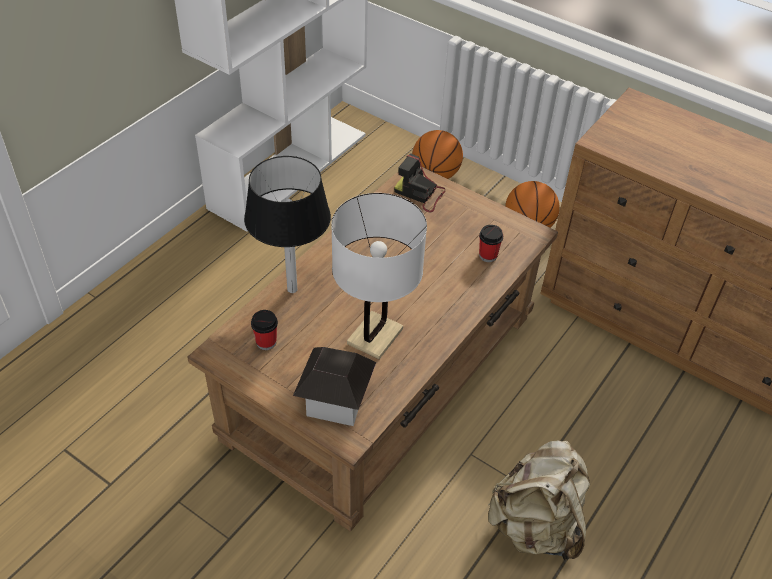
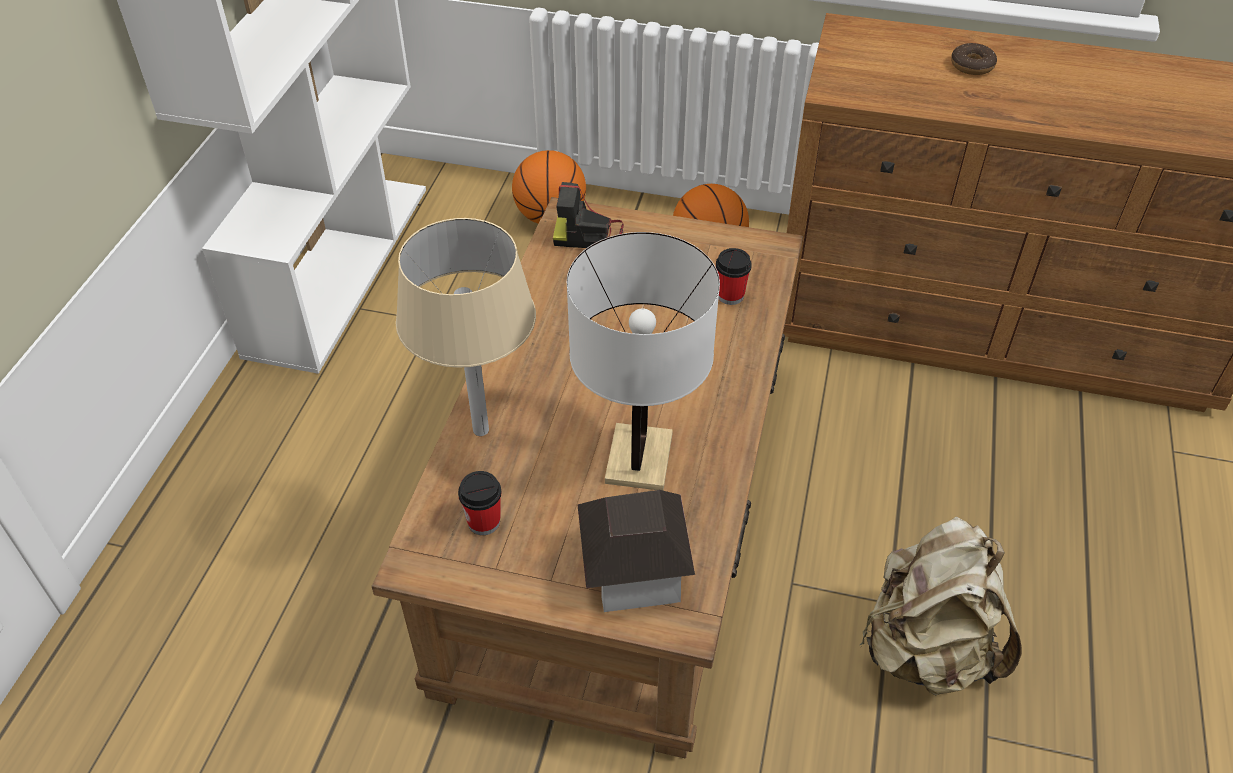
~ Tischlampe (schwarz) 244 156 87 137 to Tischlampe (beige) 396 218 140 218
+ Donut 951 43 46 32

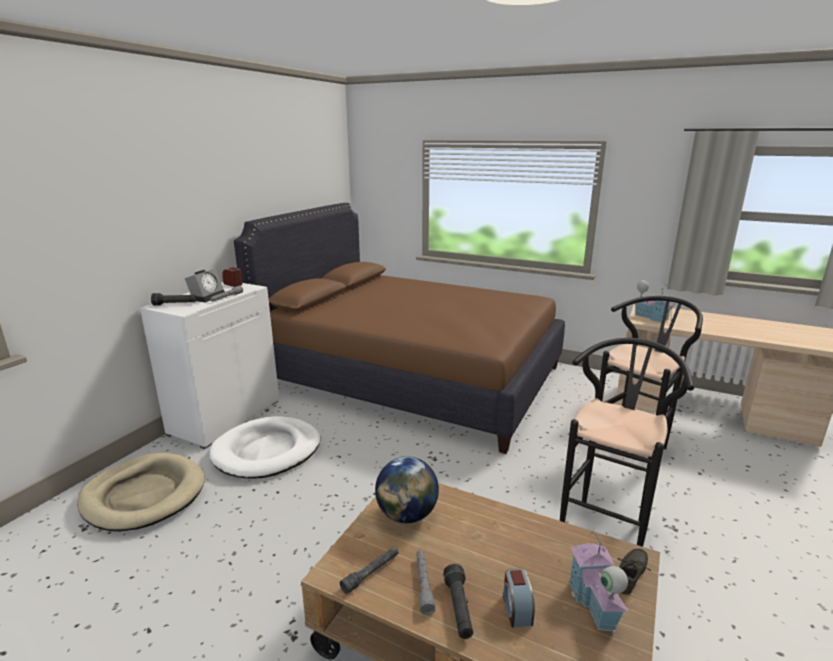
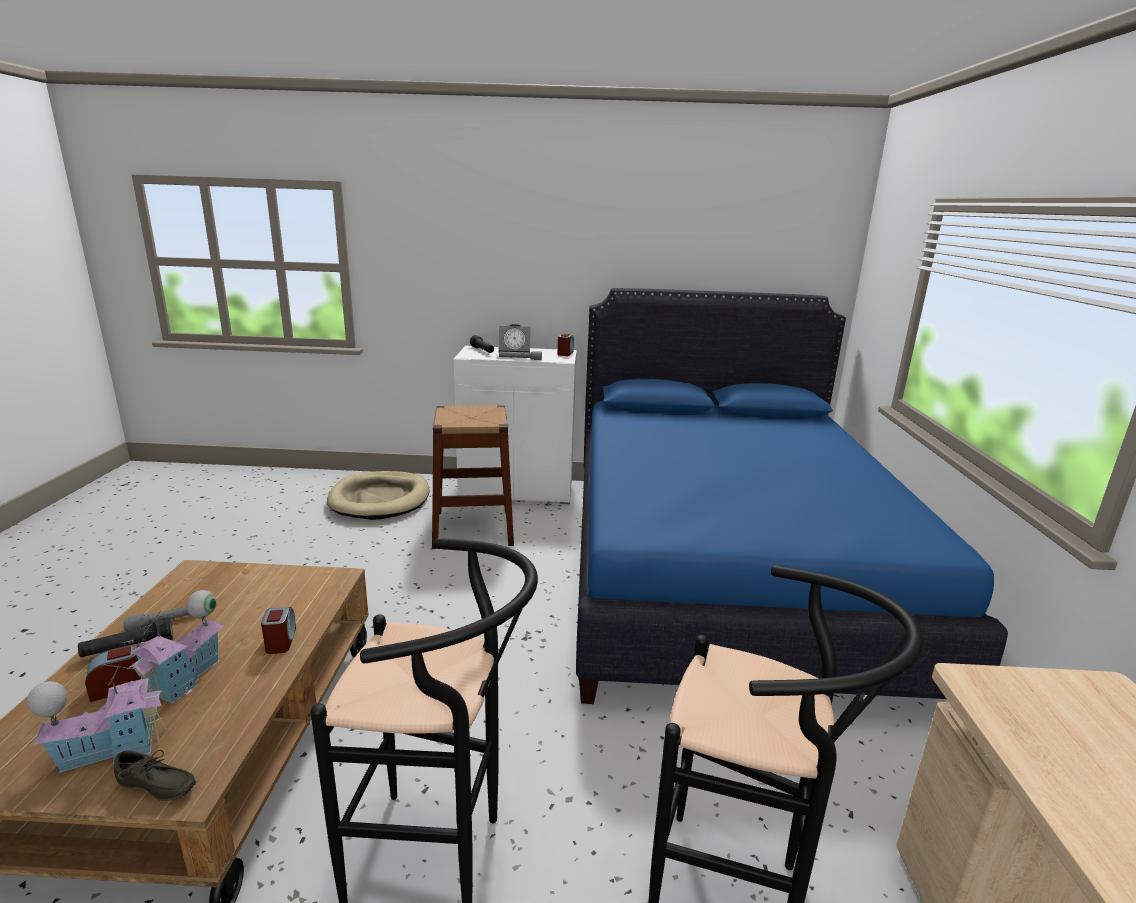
~ Spielzeughaus 634 280 43 43 to 127 590 97 113
+ Wecker 261 607 35 47
~ Hundebett (weiß) 209 416 112 63 to Hocker (braun) 432 405 82 144
~ Bett (braun) 234 203 331 251 to Bett (blau) 576 288 432 416
- Taschenlampe (grau) 340 547 59 47
- Globus 375 456 64 67

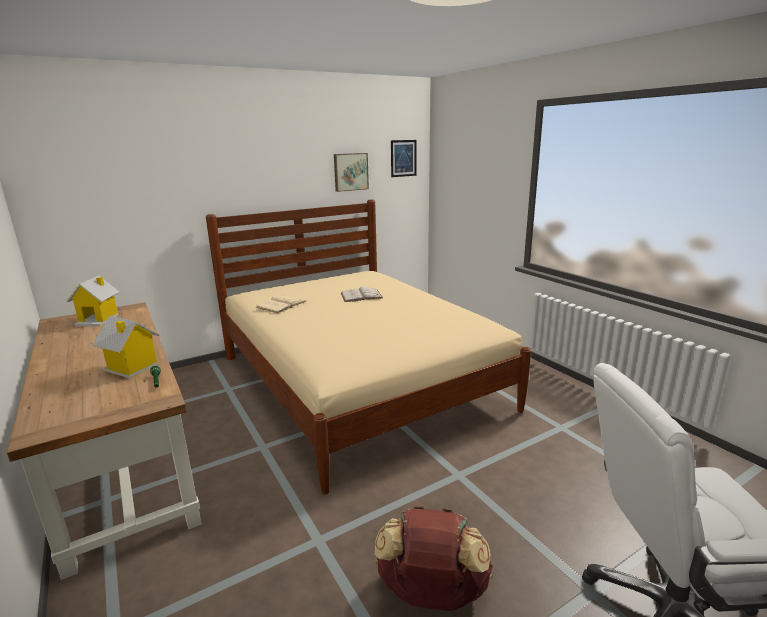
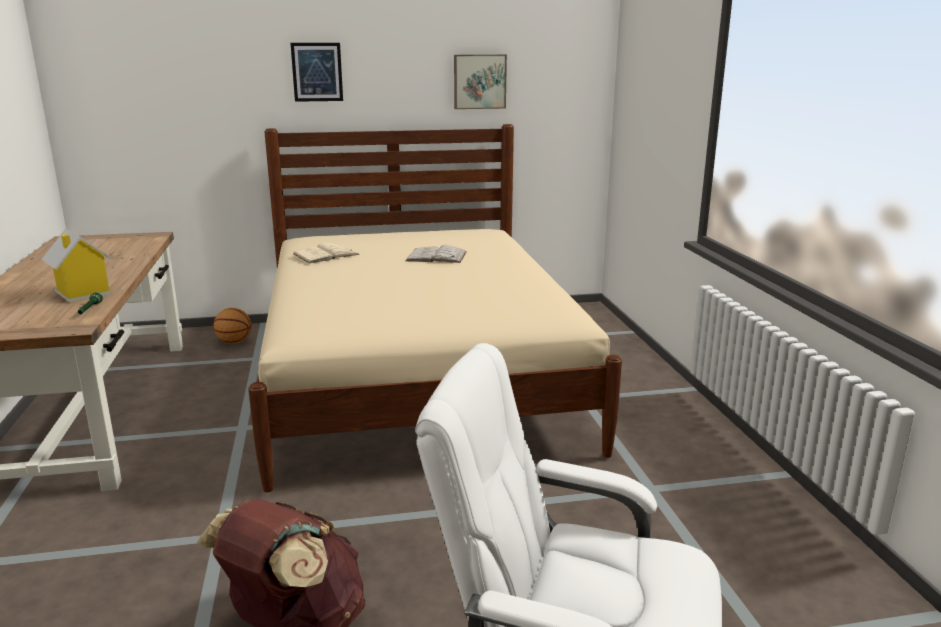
+ Basketball 214 308 37 36
~ Bild 391 140 25 37 to 291 43 52 59
- Spielzeughaus 66 276 53 50

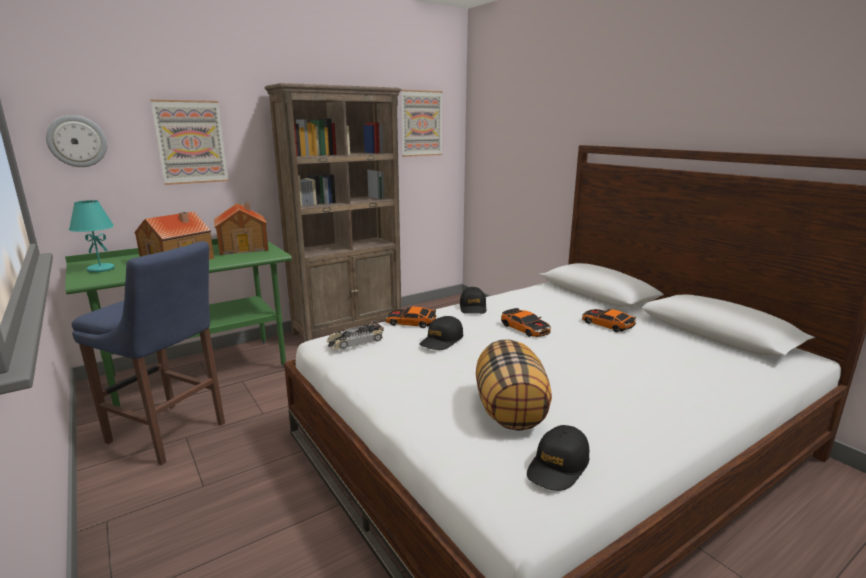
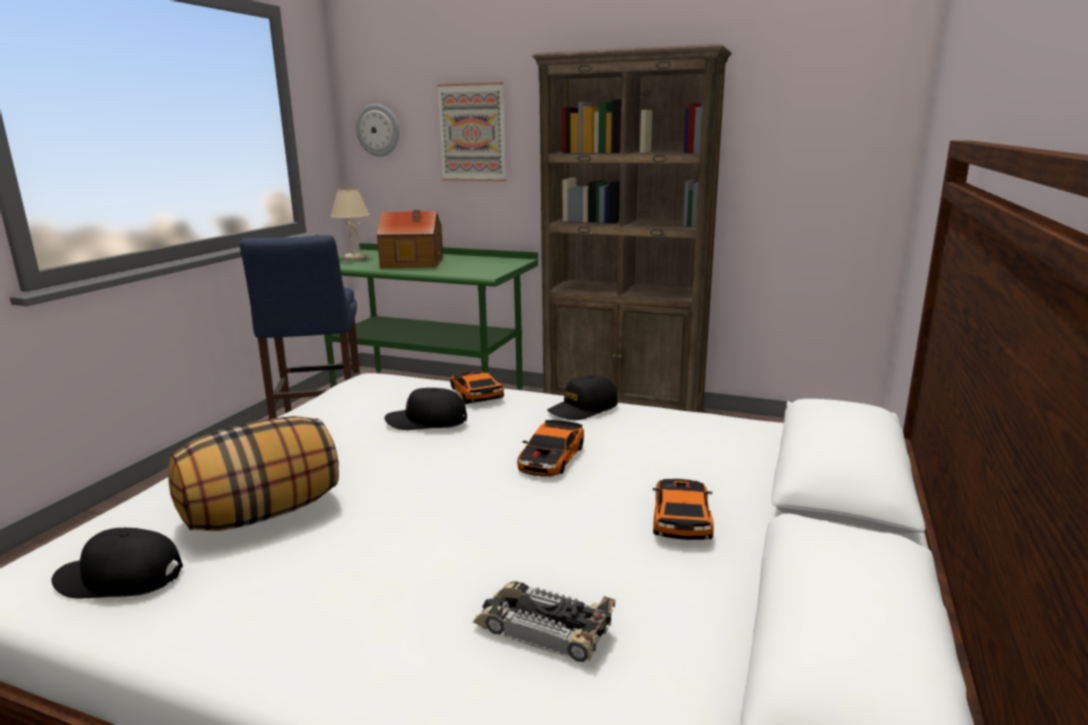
~ Tischlampe (türkis) 69 200 46 73 to Tischlampe (beige) 330 188 40 72
~ Spielzeugauto 326 320 58 29 to 473 581 143 81
- Spielzeughaus 214 202 55 53
- Bild 401 90 42 67

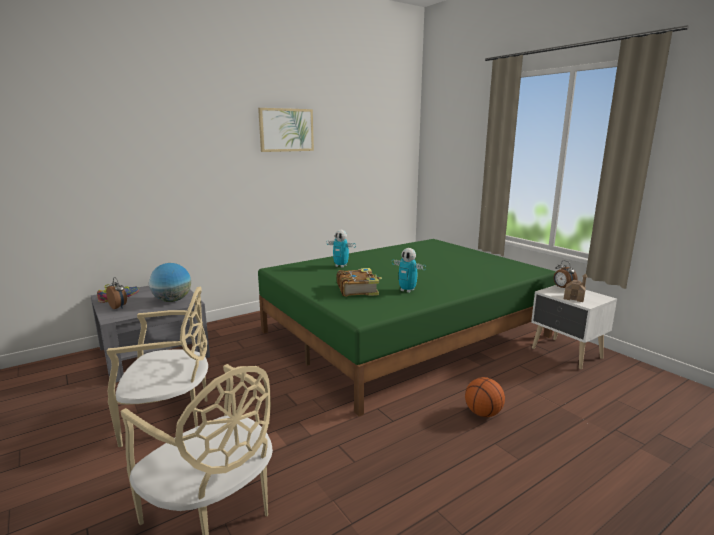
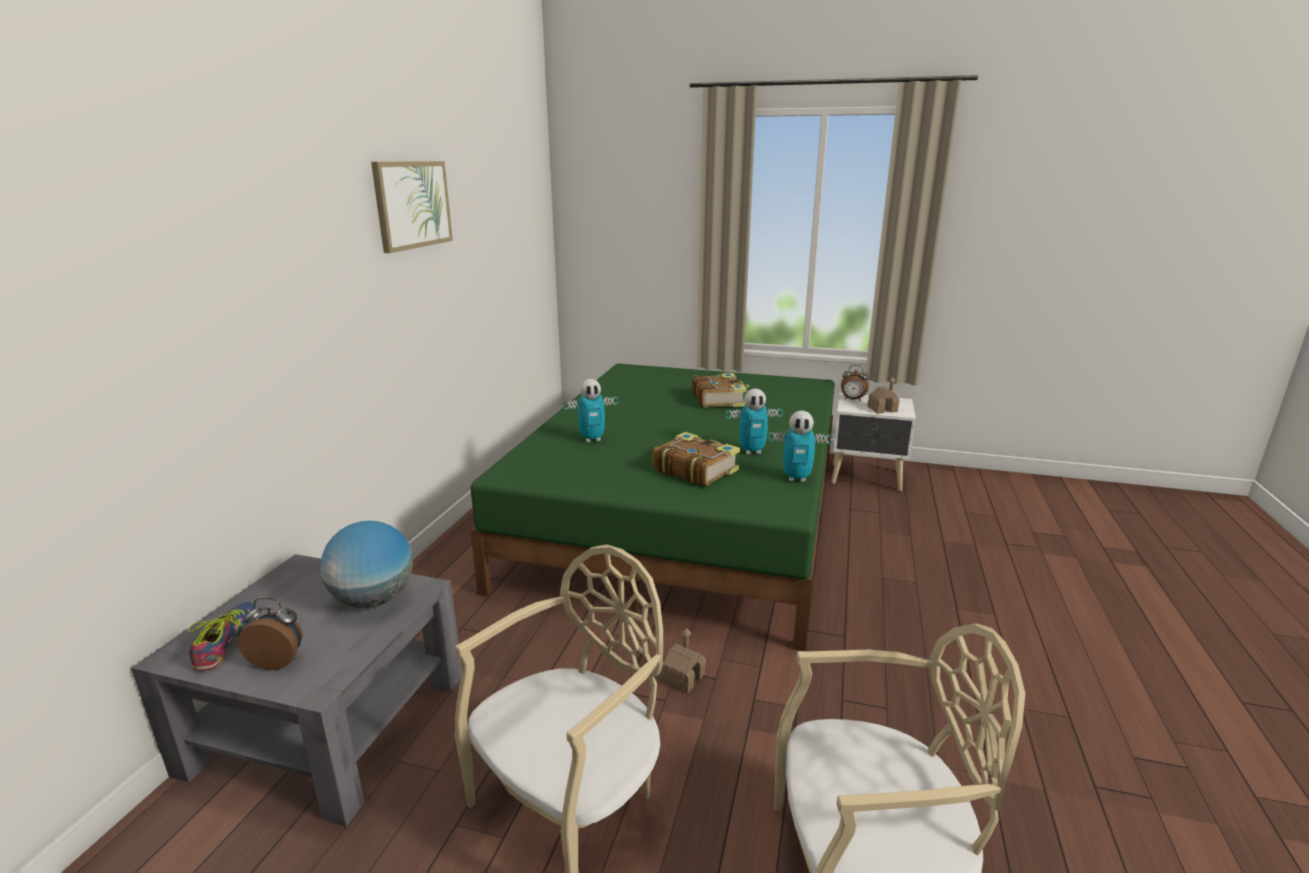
+ Spielzeughaus 659 628 47 65
+ Buch 692 373 57 35
+ Spielzeugroboter 768 411 65 71
- Basketball 465 377 40 40

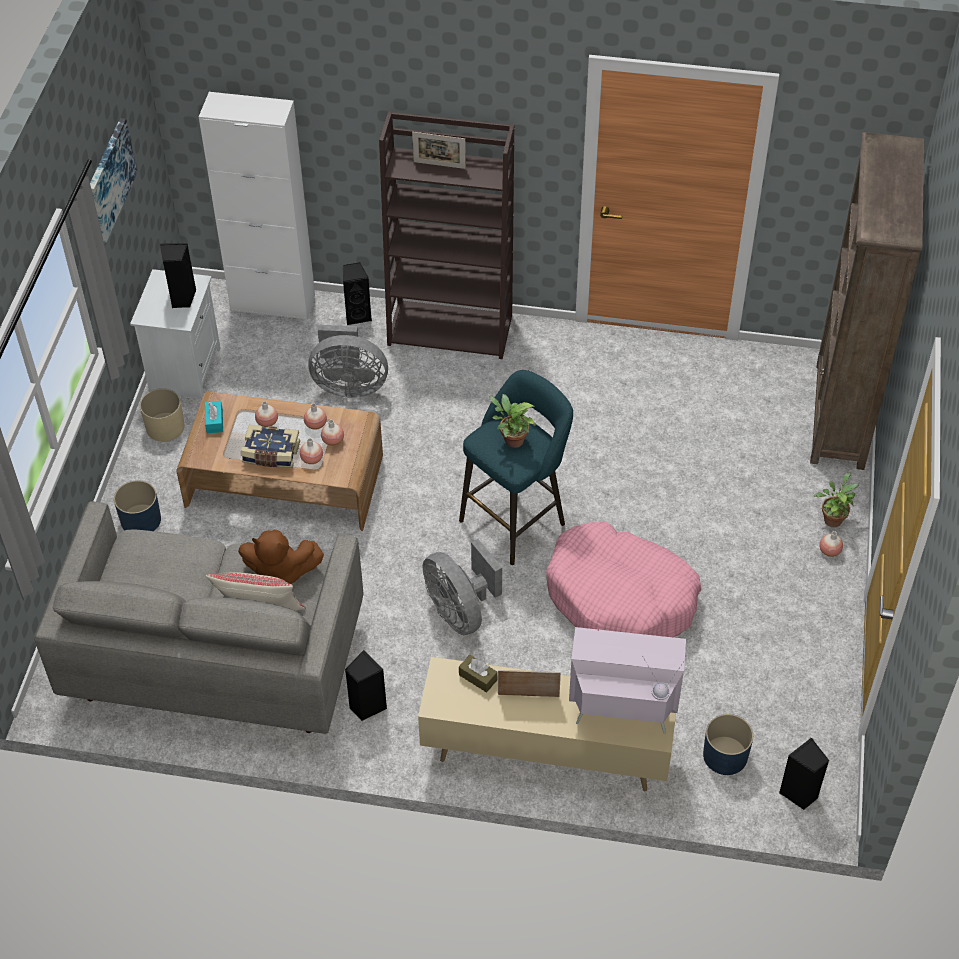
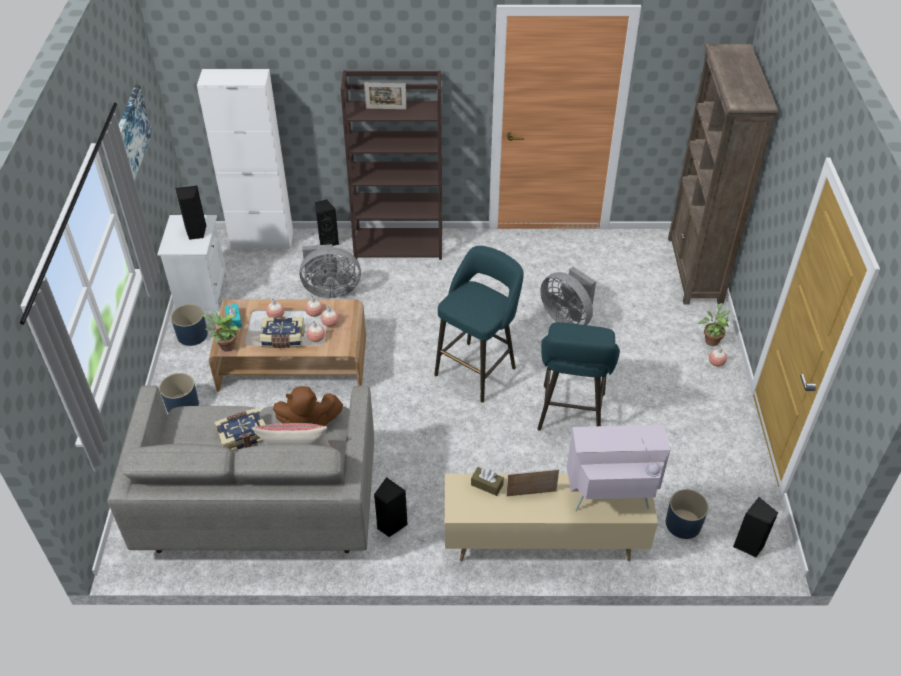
~ Pflanzkübel (beige) 140 388 45 54 to Pflanzkübel (blau) 171 304 37 42
~ Topfpflanze 490 394 46 54 to 202 311 38 41
+ Buch 214 408 52 44
~ Hundebett (rosa) 546 522 155 115 to Hocker (türkis) 538 322 82 109
~ Ventilator (grau) 423 539 79 96 to 540 267 56 58

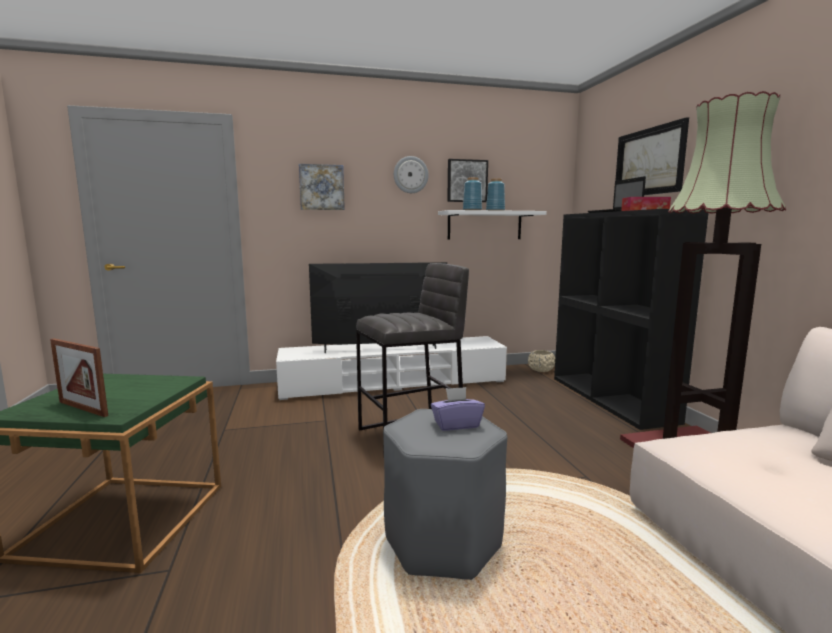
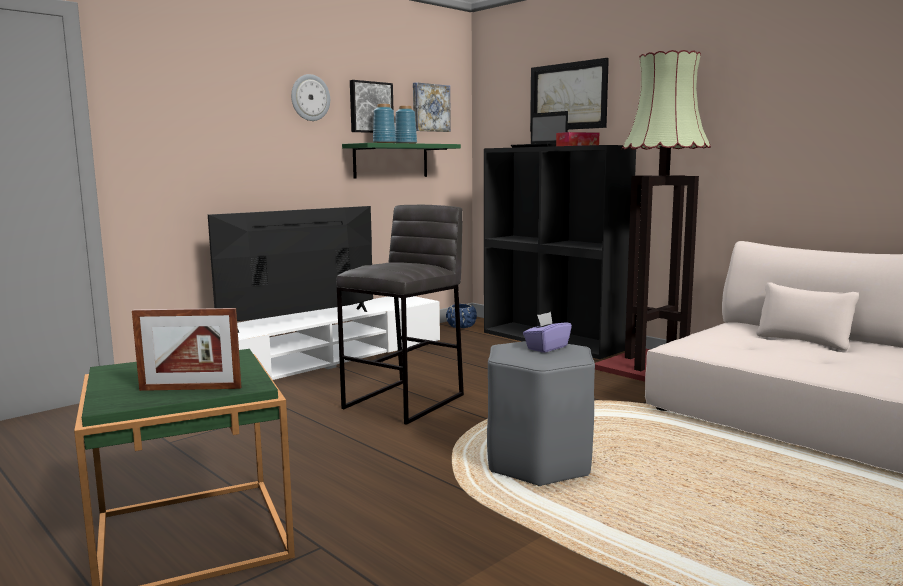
~ Wandregal (weiß) 438 210 109 30 to Wandregal (grün) 342 143 119 36
~ Bild 299 164 46 46 to 413 82 38 50
~ Pflanzkübel (beige) 528 350 27 22 to Pflanzkübel (blau) 446 304 31 24

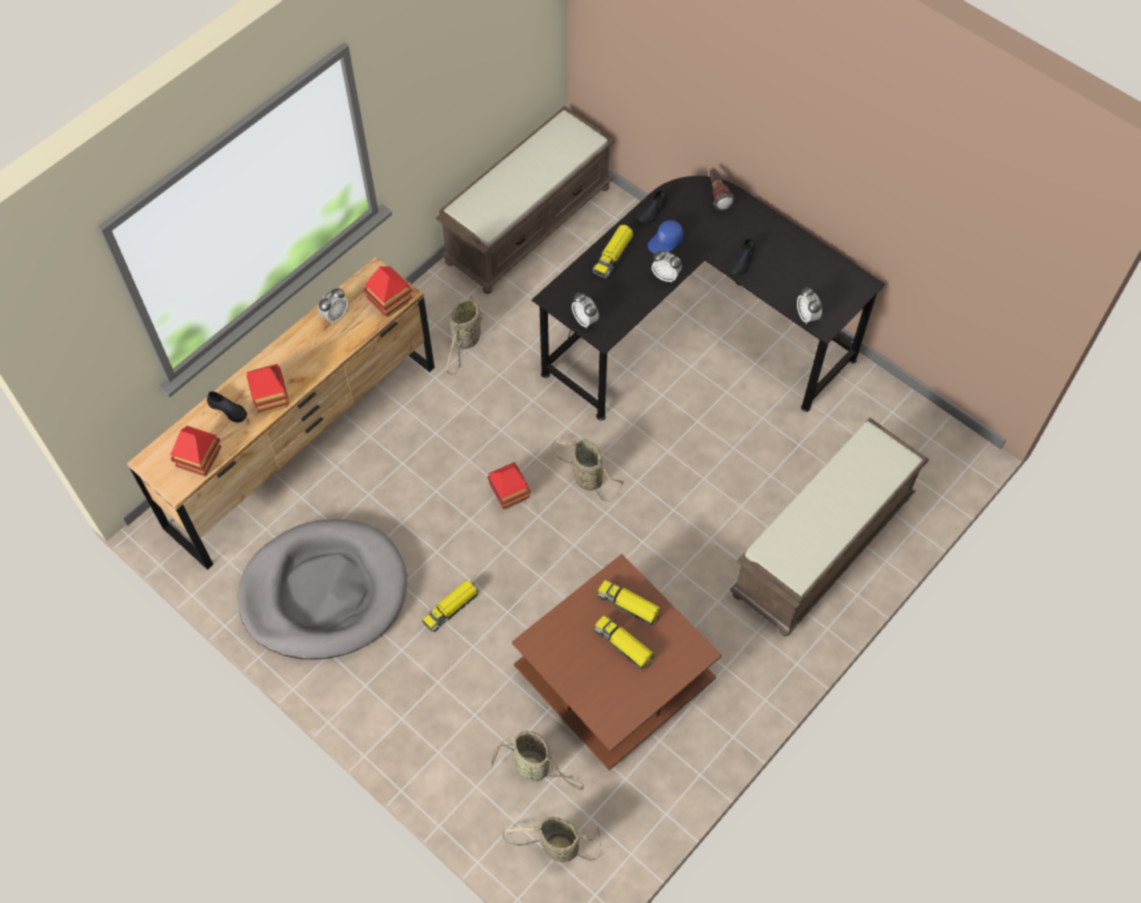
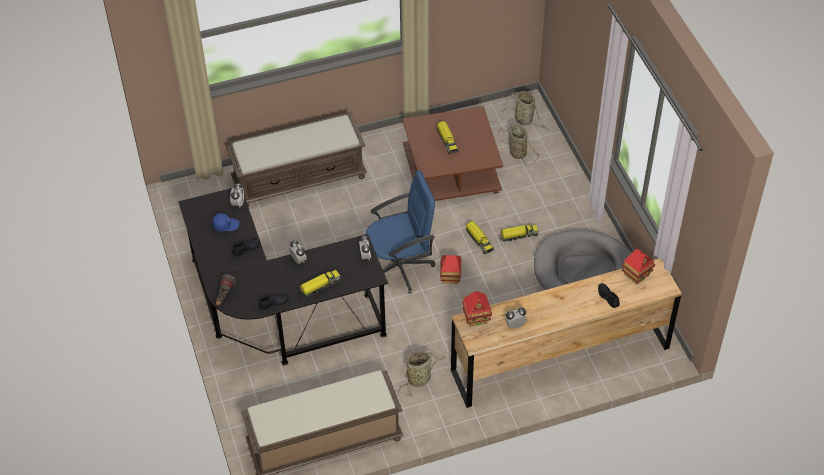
~ Kappe (blau) 648 220 35 34 to 212 213 28 19
~ Korb 552 439 72 63 to Bürostuhl (blau) 365 171 71 122
~ Spielzeuglaster 597 580 65 47 to 465 221 29 33
- Spielzeughaus 246 364 43 50

